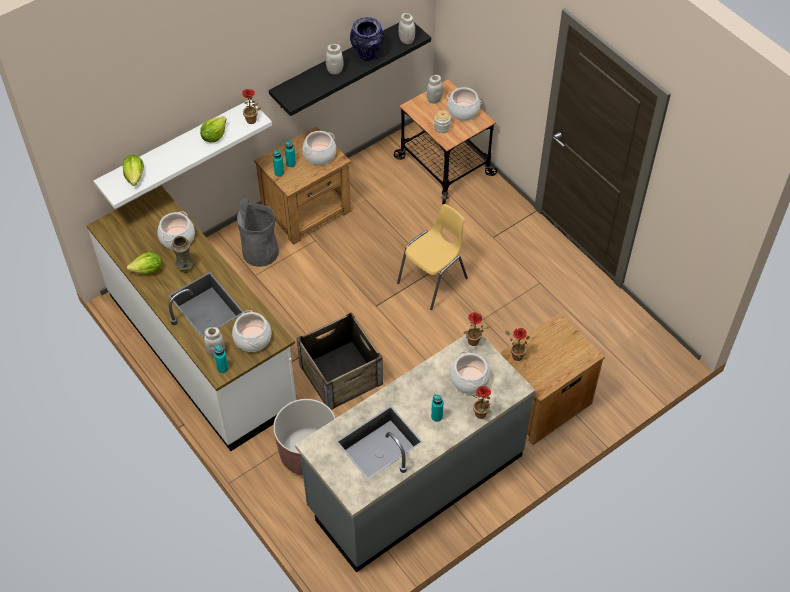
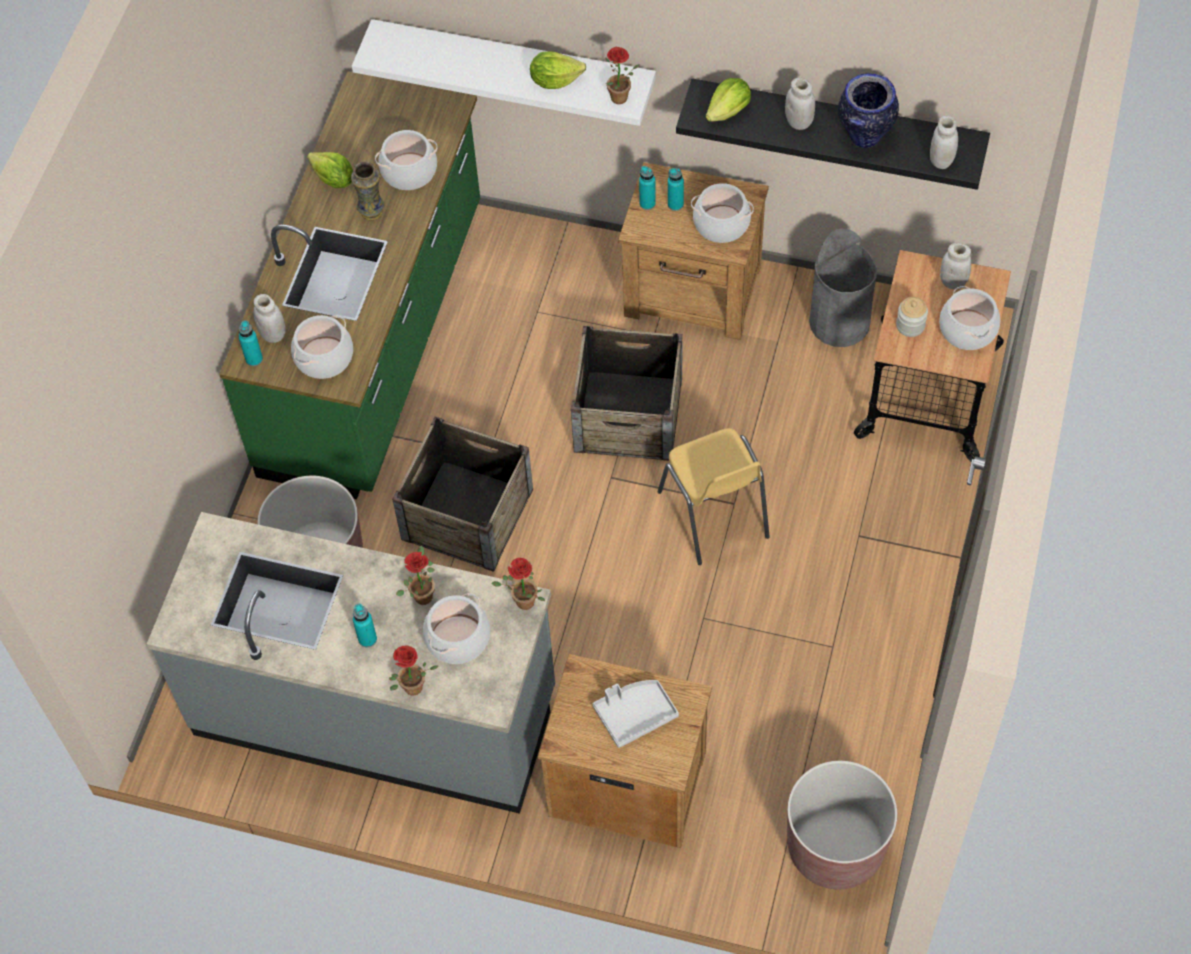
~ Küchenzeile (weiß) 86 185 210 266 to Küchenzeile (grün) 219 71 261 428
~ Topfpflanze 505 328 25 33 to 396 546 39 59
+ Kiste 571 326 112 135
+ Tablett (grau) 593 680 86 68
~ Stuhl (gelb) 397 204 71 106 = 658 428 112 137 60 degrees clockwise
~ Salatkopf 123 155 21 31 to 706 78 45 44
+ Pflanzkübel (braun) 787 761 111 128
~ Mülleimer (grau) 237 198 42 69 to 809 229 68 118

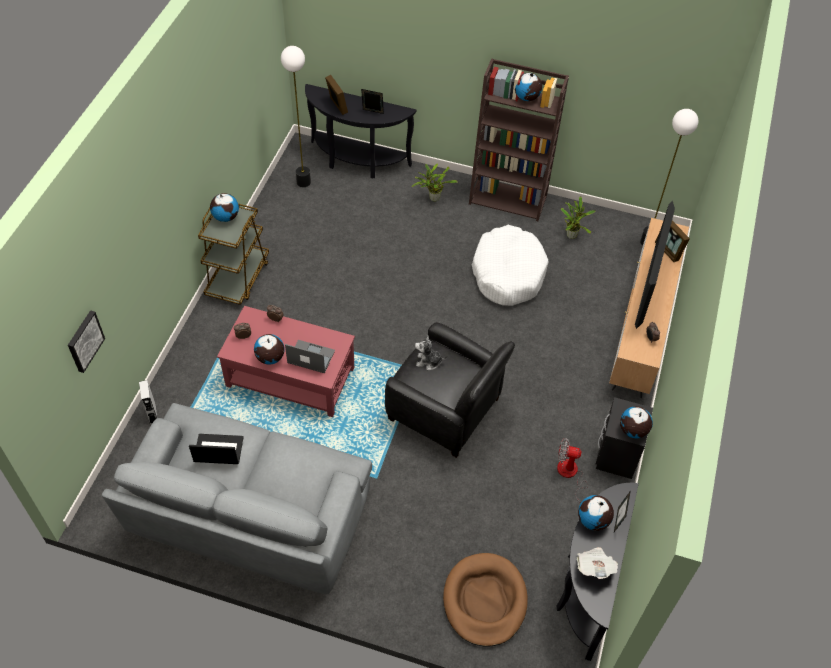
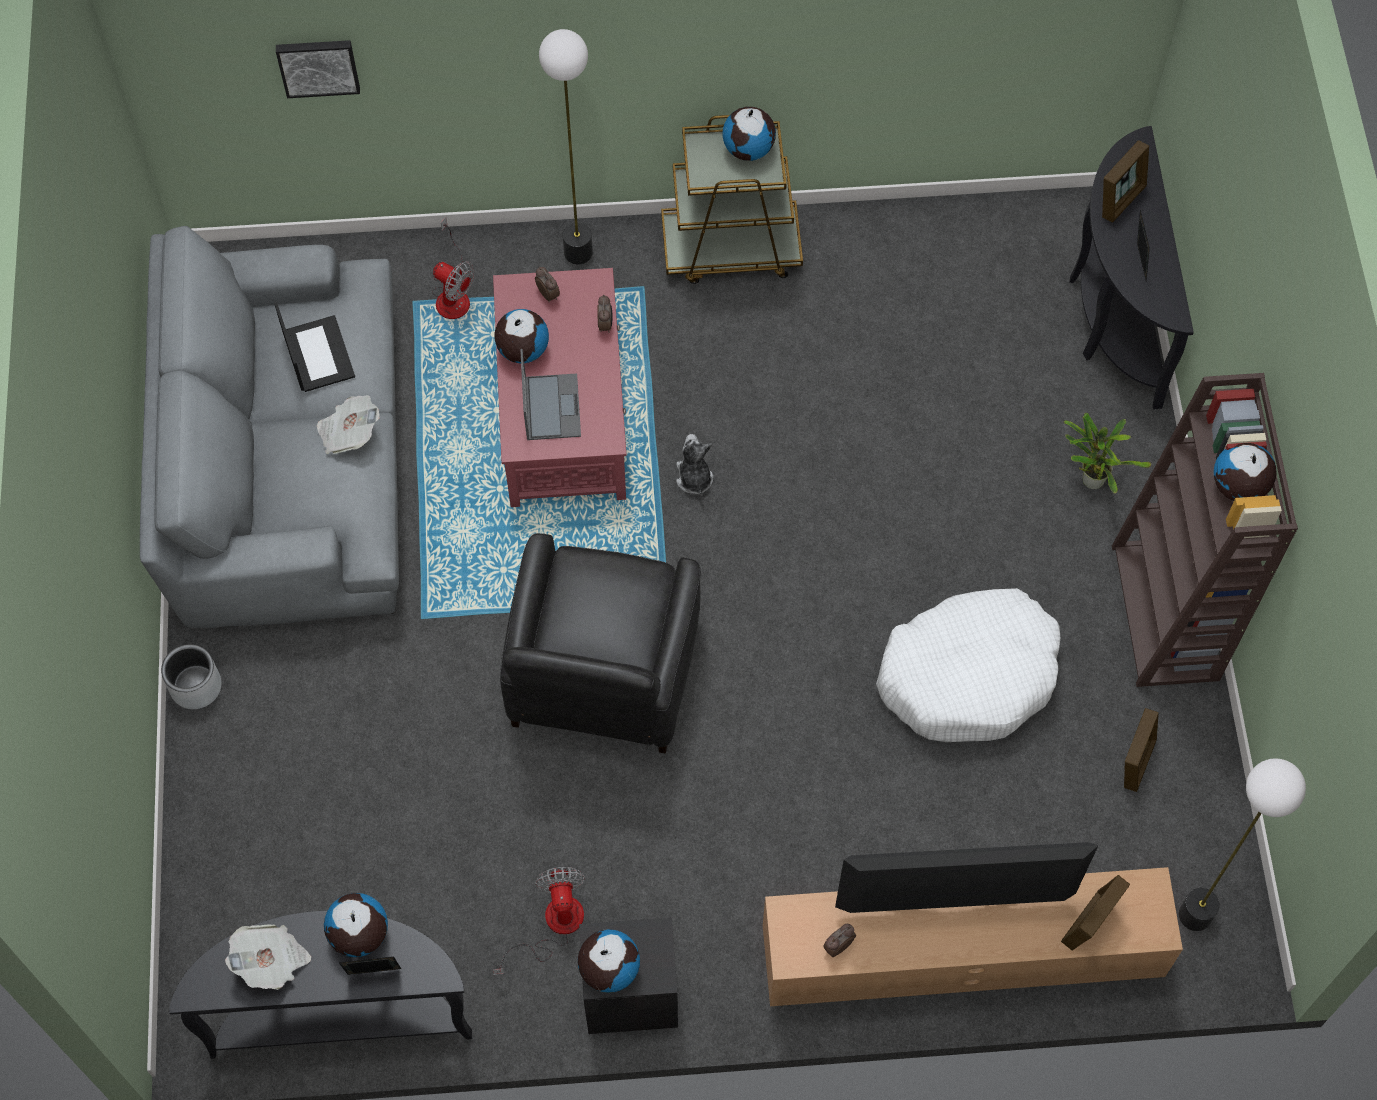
+ Pflanzkübel (grau) 161 644 61 65
+ Zeitung 317 395 62 59
+ Ventilator 432 217 42 102
~ Stehlampe 281 46 30 141 to 539 29 54 235
~ Plüschtier 415 336 32 34 to 676 434 37 62
~ Topfpflanze 561 197 35 42 to Bilderrahmen 1124 708 35 84
- Lautsprecher (grau) 139 380 19 44
- Hundebett (braun) 443 553 85 94

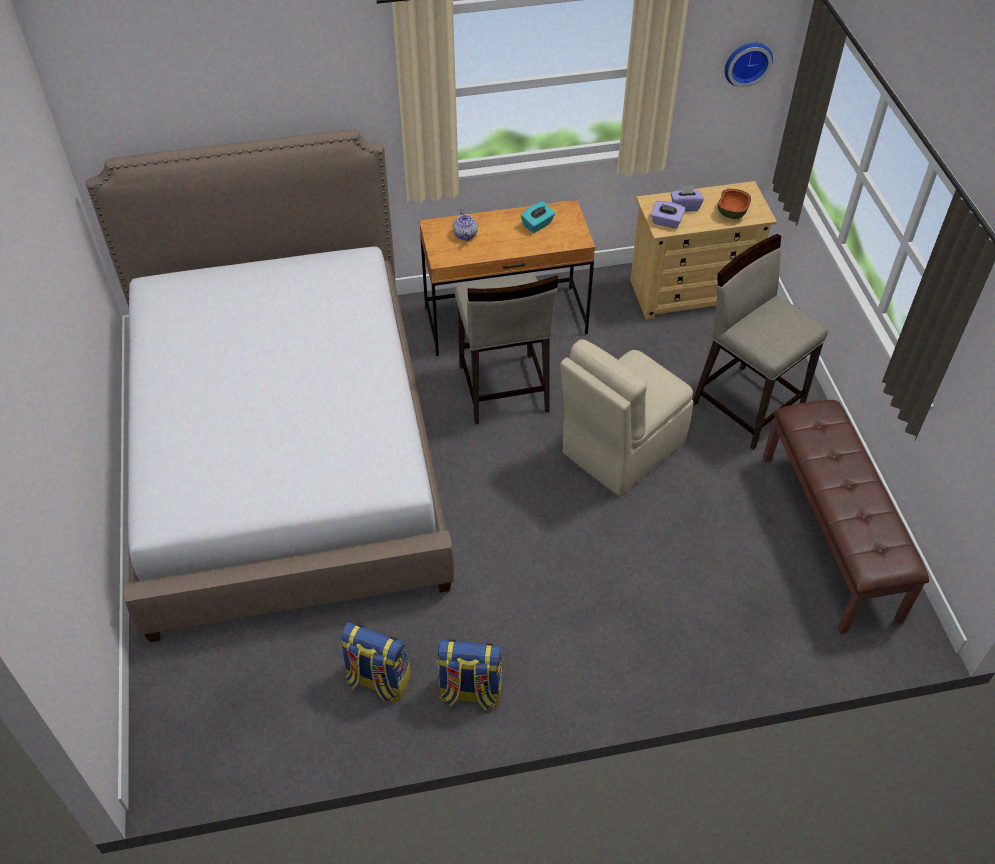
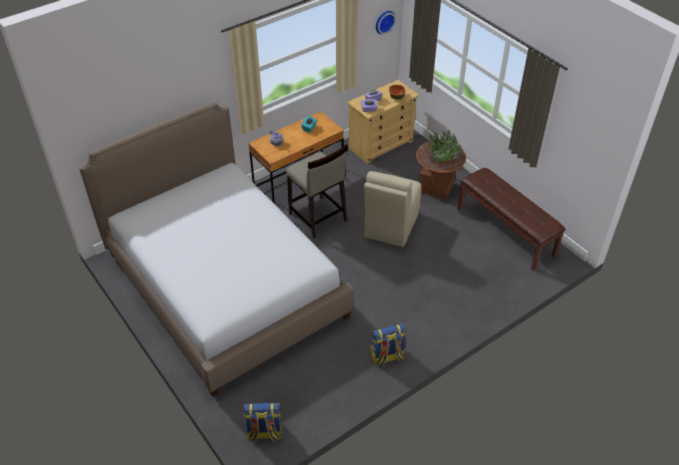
~ Rucksack 341 622 70 80 to 244 402 38 40
~ Hocker (beige) 693 234 135 216 to Pflanzkübel (braun) 416 130 50 70

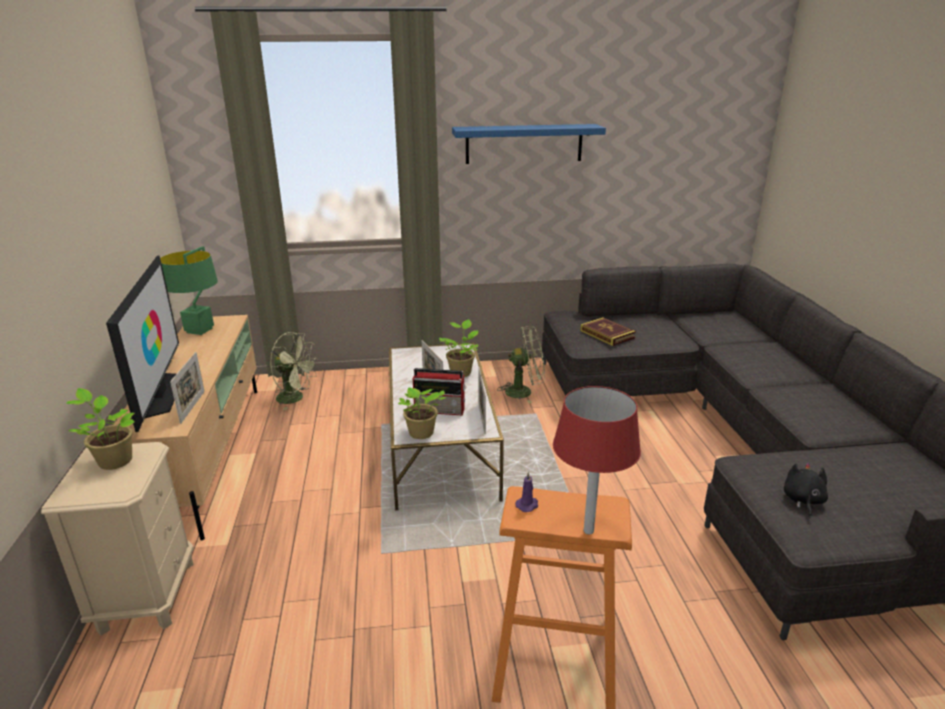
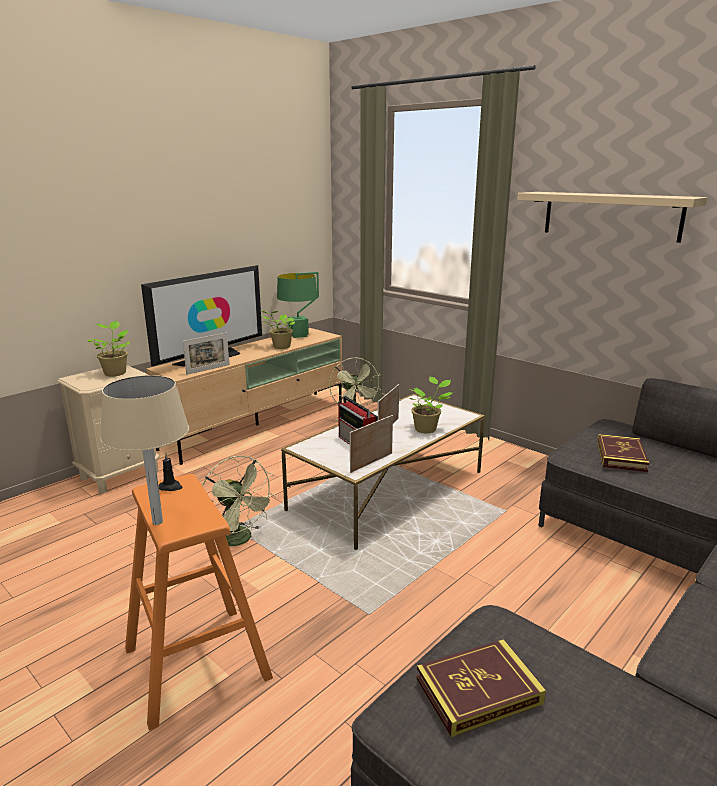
~ Tischlampe (rot) 553 386 88 148 to Tischlampe (beige) 100 375 89 150
~ Kerze (lila) 515 471 23 41 to Kerze (schwarz) 158 453 25 38
~ Ventilator (grün) 497 326 48 77 to 202 456 74 97
~ Topfpflanze 398 387 47 52 to 262 311 33 38
~ Plüschtier (schwarz) 784 463 44 55 to Buch 416 639 130 98
~ Wandregal (blau) 452 124 154 40 to Wandregal (beige) 517 192 190 51

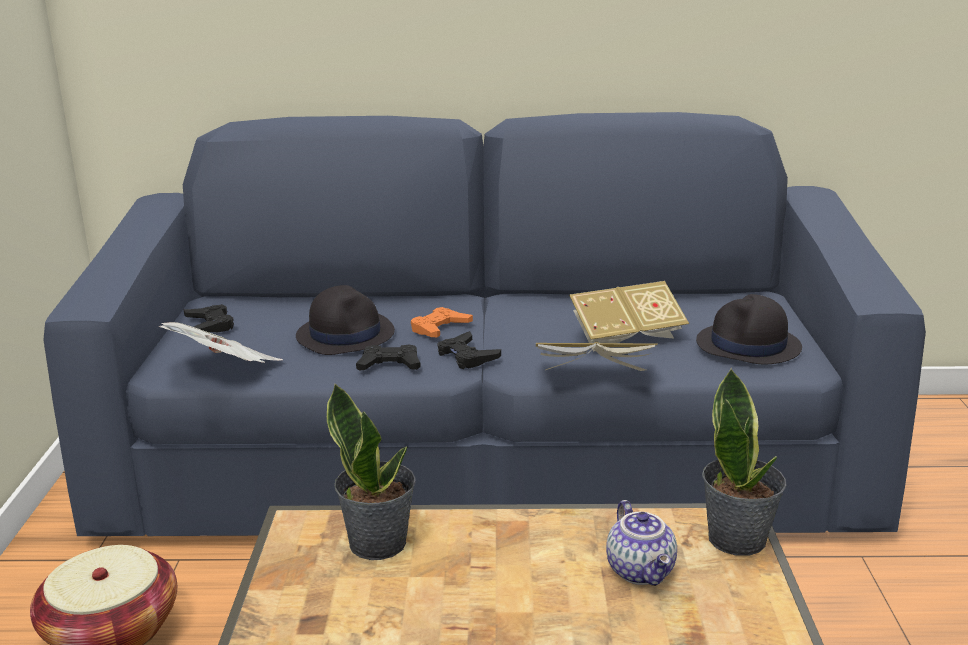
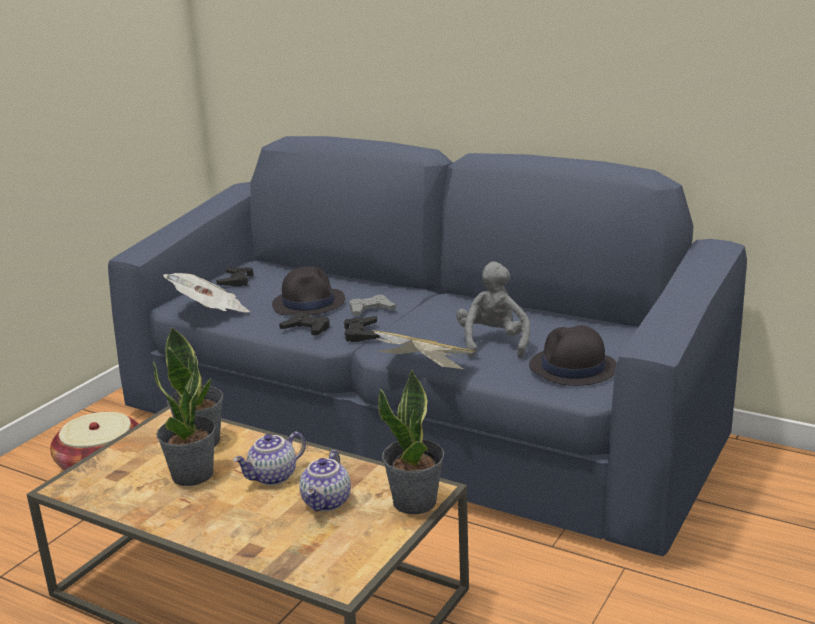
+ Topfpflanze 152 352 63 134
+ Teekanne 233 432 73 53
~ Gamepad (orange) 411 307 62 30 to Gamepad (grau) 350 295 46 21
~ Buch 569 281 120 71 to Plüschtier (grau) 456 262 74 96

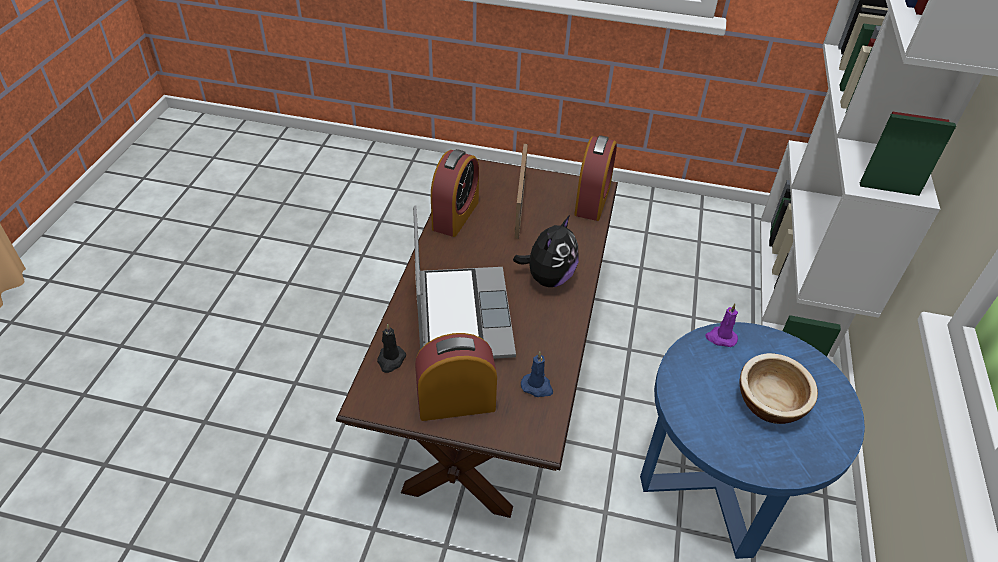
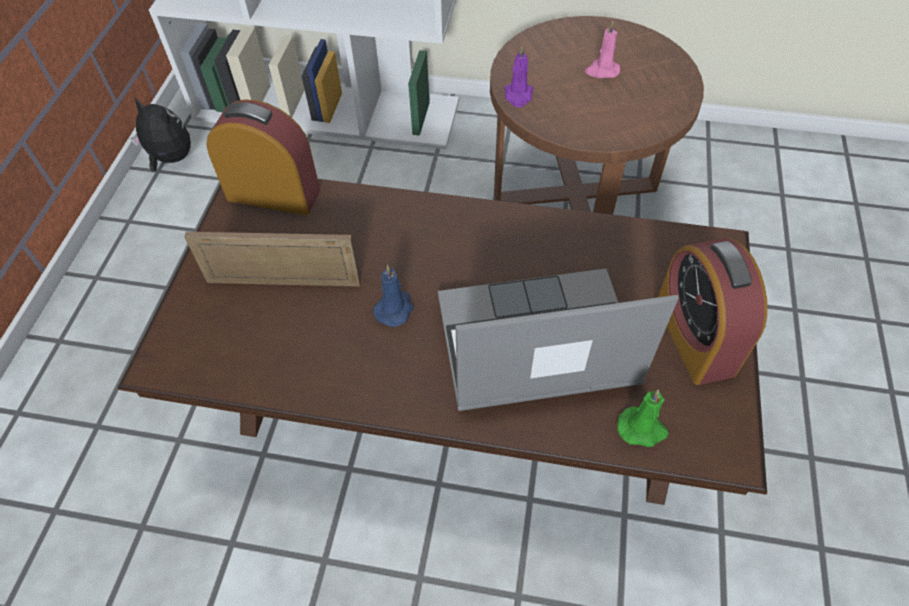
~ Plüschtier 513 215 66 72 to 130 97 61 75
~ Kerze (blau) 521 352 32 45 to 373 265 41 62
~ Beistelltisch (blau) 640 322 225 237 to Beistelltisch (braun) 490 16 214 199
~ Schüssel 740 353 78 71 to Kerze (rosa) 585 21 35 57
~ Kerze (schwarz) 377 324 29 49 to Kerze (grün) 617 389 52 58
- Wecker 431 149 48 88

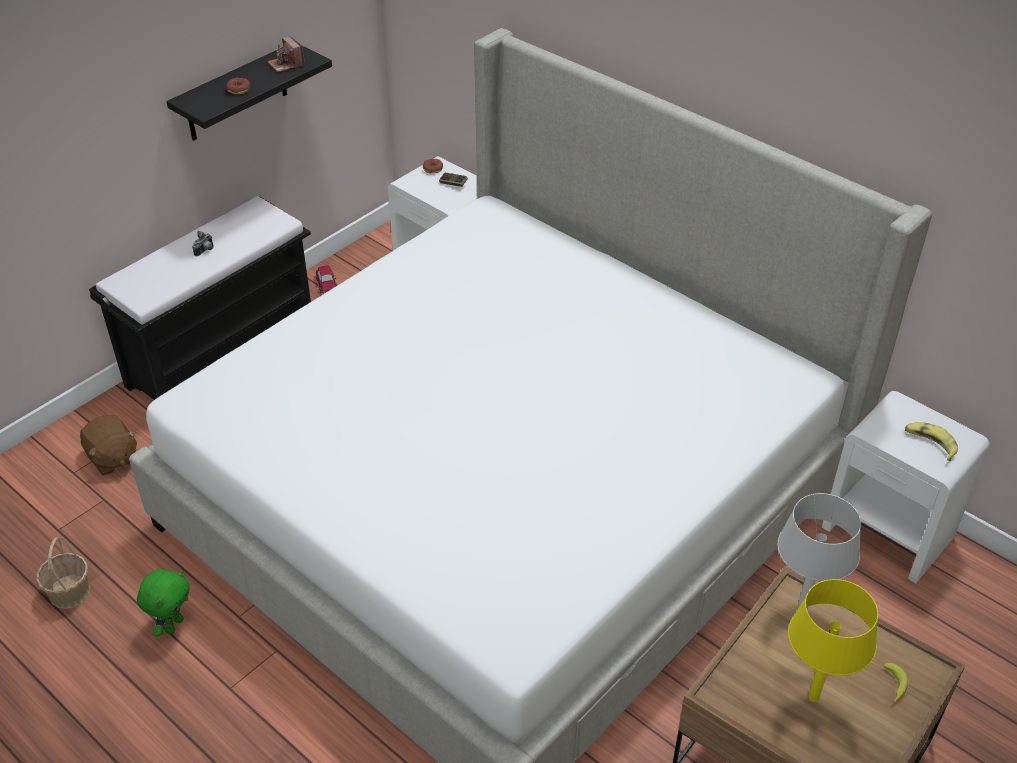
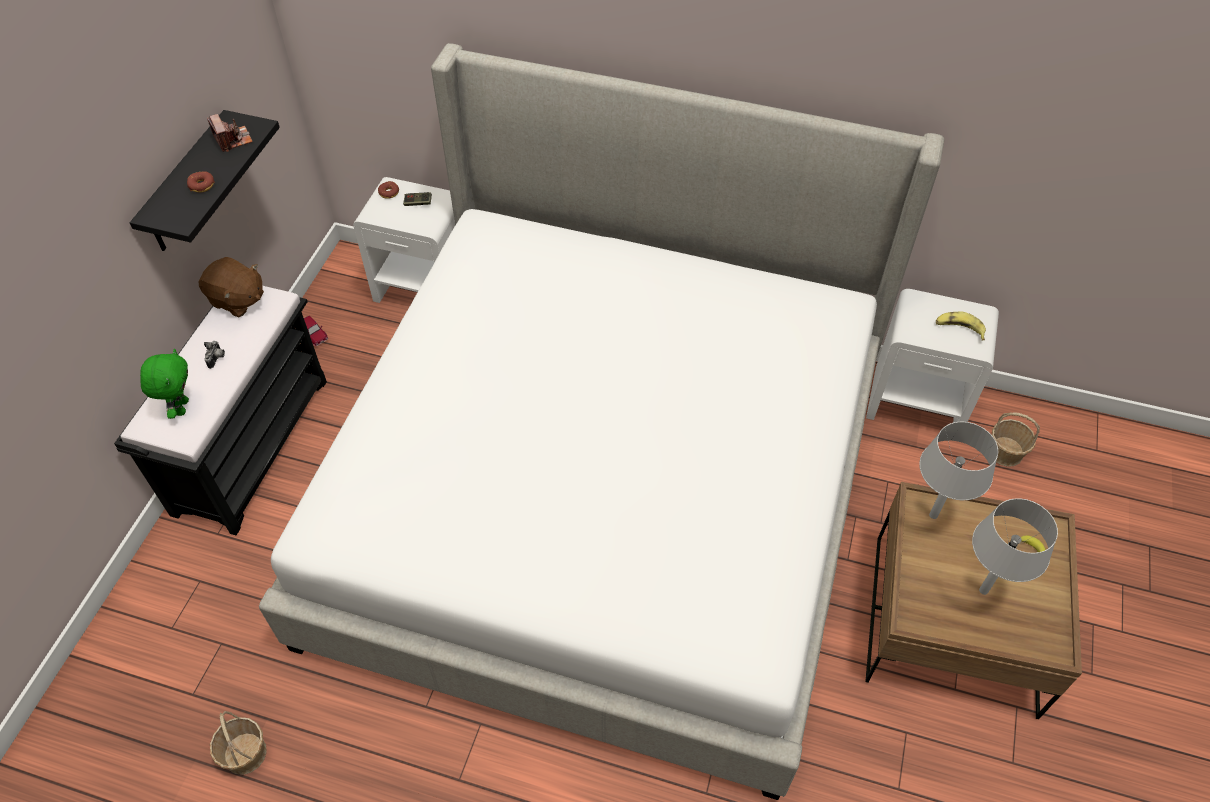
~ Plüschtier (grün) 137 569 53 68 to 140 349 49 70
~ Plüschtier (braun) 80 415 57 61 to 199 257 65 61
~ Kamera 267 36 38 36 = 207 114 46 38 150 degrees counterclockwise
~ Tischlampe (gelb) 788 579 90 123 to Tischlampe (grau) 972 498 86 97
+ Korb 992 412 48 55

